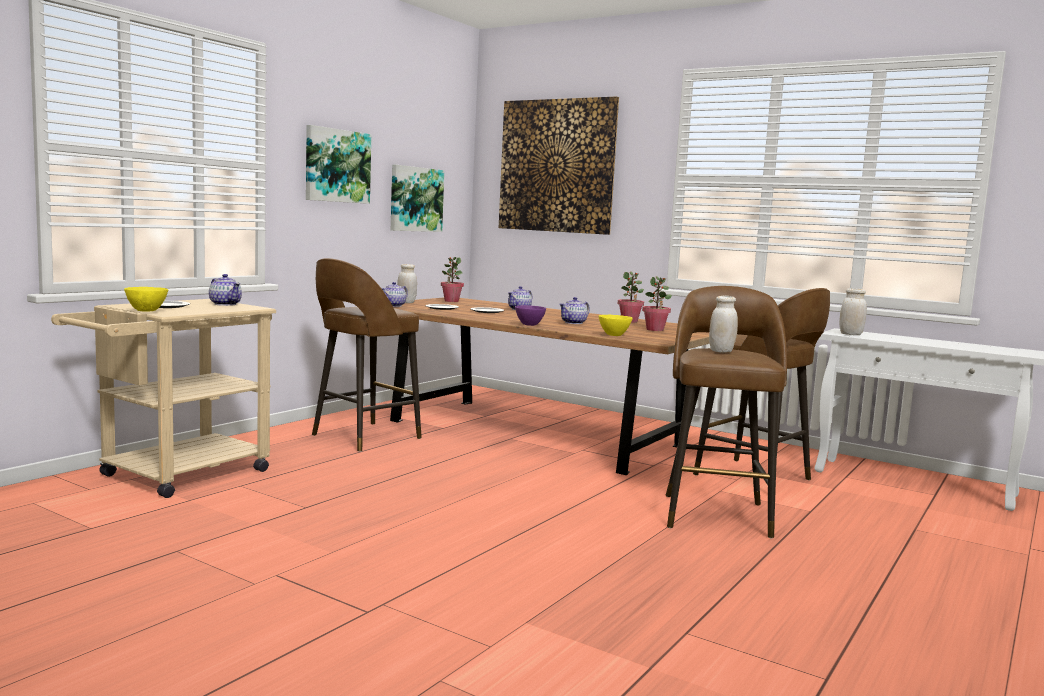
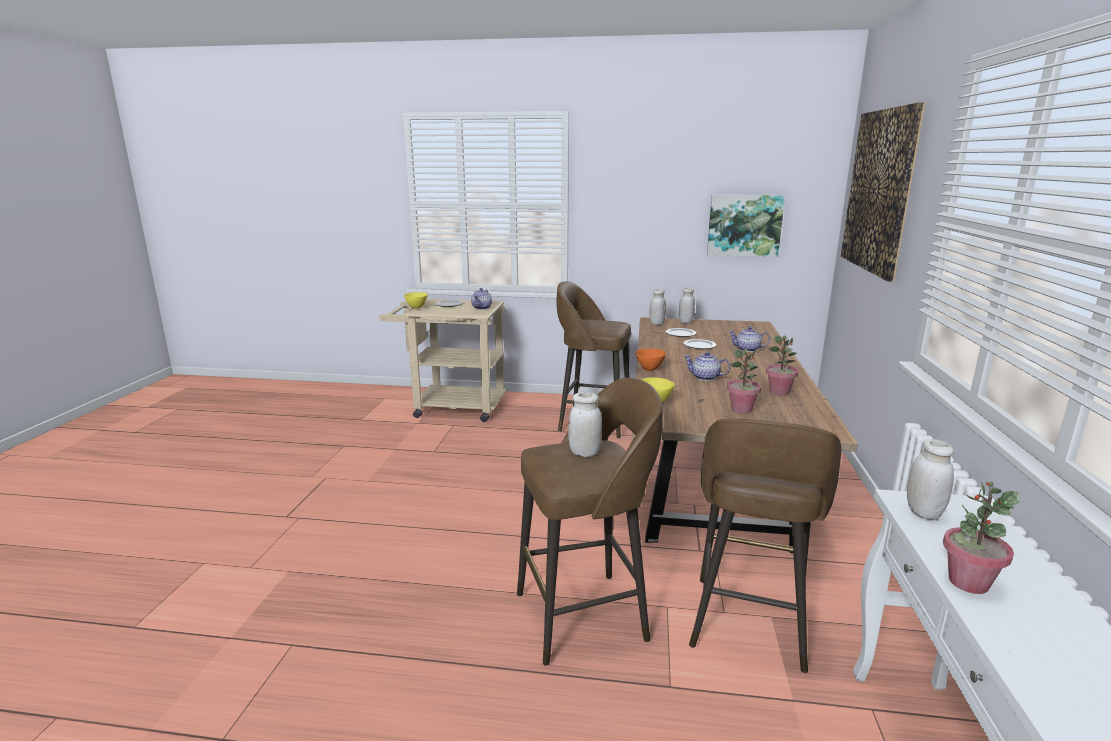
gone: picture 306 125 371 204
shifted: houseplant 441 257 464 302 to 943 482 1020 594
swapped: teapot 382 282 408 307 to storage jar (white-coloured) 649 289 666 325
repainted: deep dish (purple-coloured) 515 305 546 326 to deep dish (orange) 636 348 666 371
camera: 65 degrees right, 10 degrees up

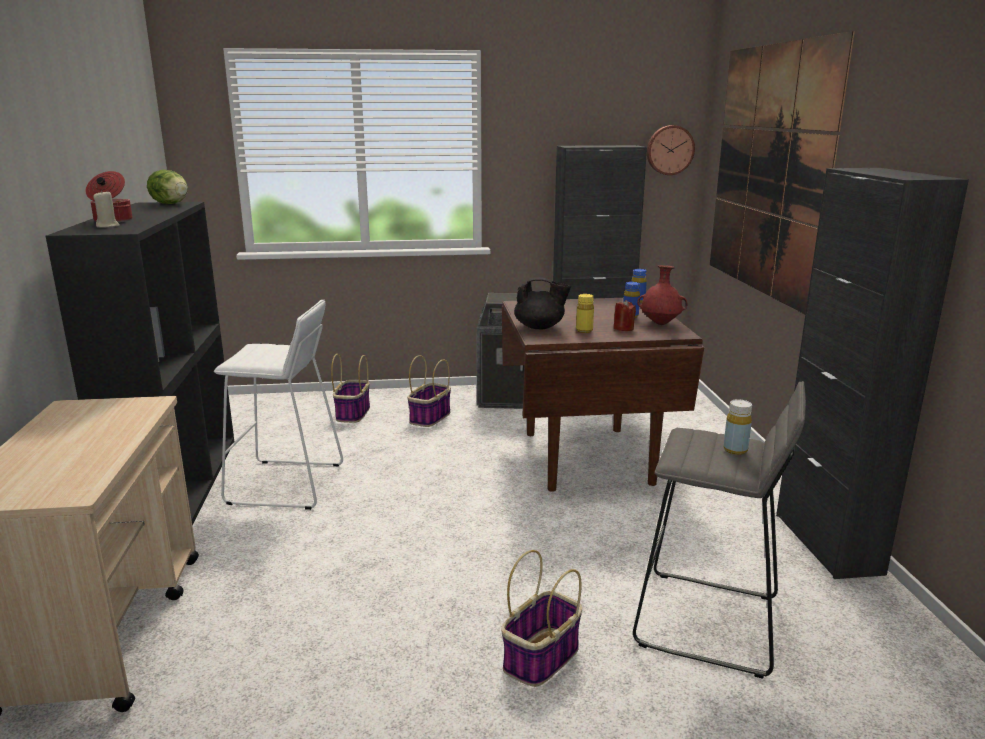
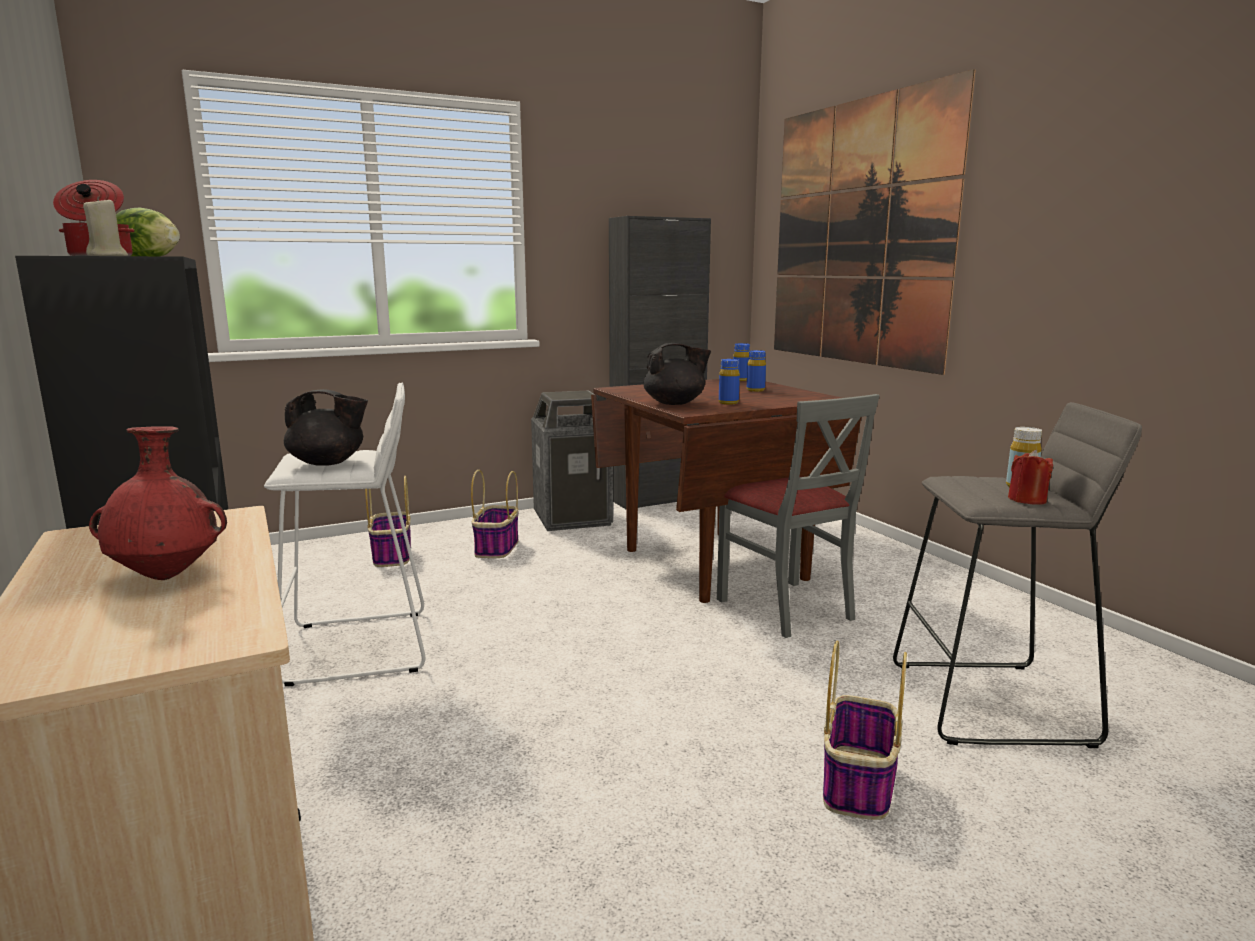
gone: hanging clock 647 125 695 175; cabinet (black-coloured) 776 168 969 579
new: teapot (black-coloured) 284 389 368 466; plain chair (grey) 717 394 879 638
shifted: vase (red) 637 265 687 325 to 89 426 227 580; candle (red) 614 300 636 331 to 1008 450 1053 505
repainted: bottle (yellow) 576 294 594 333 to bottle (blue) 719 359 740 404
camera: 20 degrees left, 5 degrees down

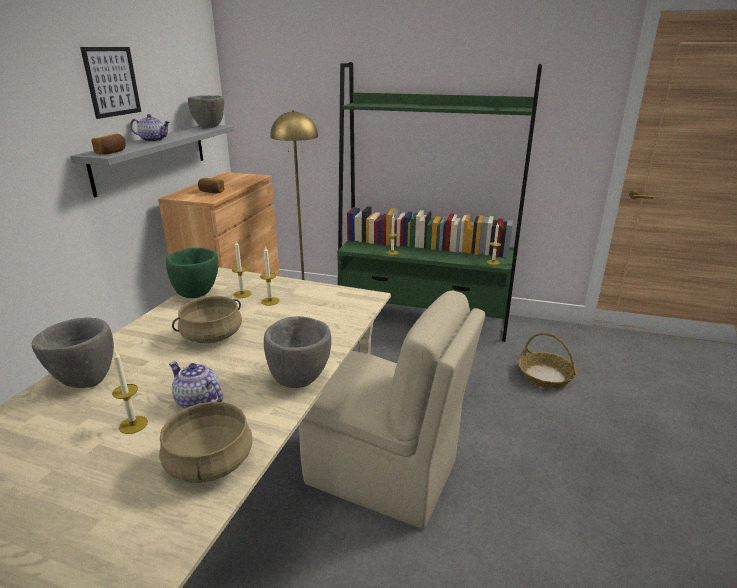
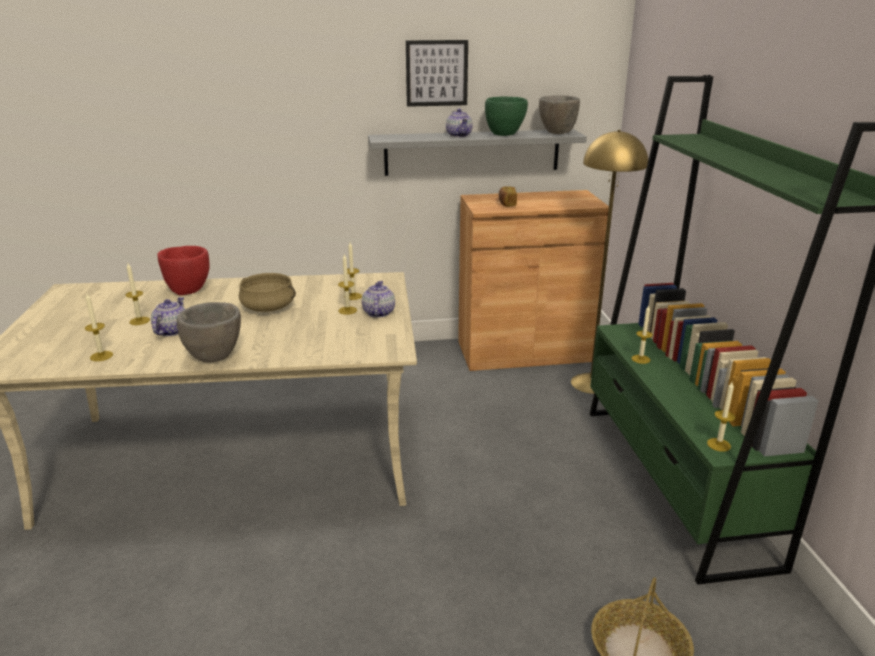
gone: bakery bread 91 134 126 155; plain chair (sand-coloured) 299 290 485 529
new: teapot 362 281 395 318
shifted: deep dish (green-coloured) 166 248 218 298 to 485 97 528 136
swapped: stockpot (sand-coloured) 159 399 252 483 to candle 85 292 113 361
repainted: deep dish (grey) 32 318 114 388 to deep dish (red) 157 246 210 295
camera: 65 degrees right, 0 degrees up

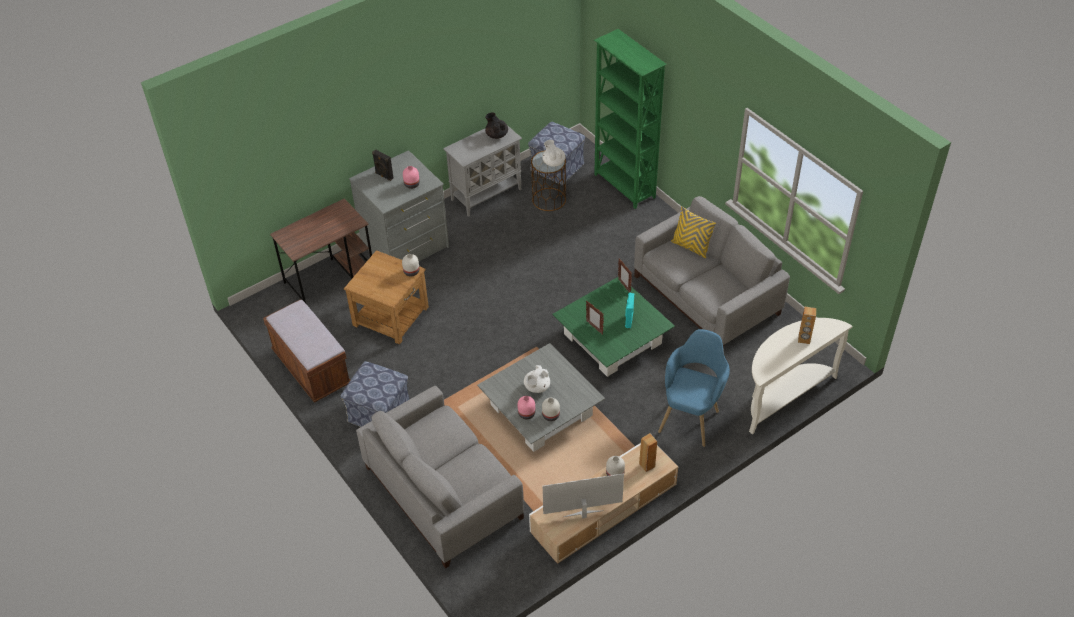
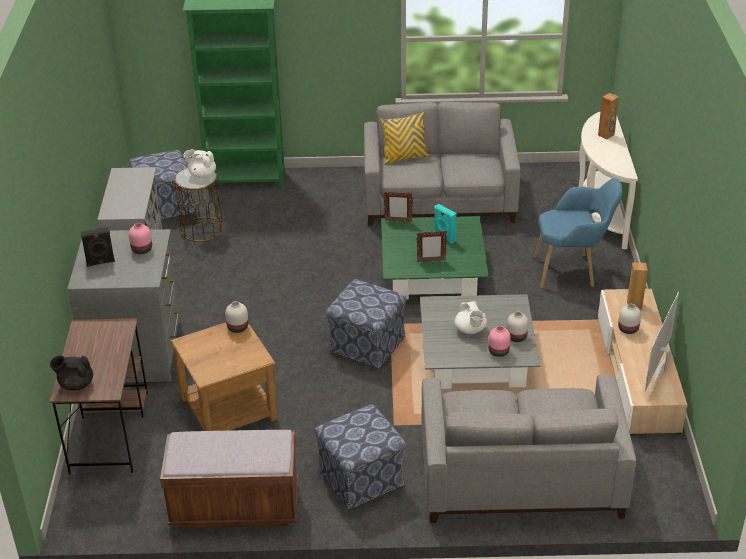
new: ottoman 326 279 406 369
shifted: teapot (black-coloured) 485 112 508 139 to 50 356 93 391
rotated: armchair (blue) 658 329 730 447 = 533 178 623 289 120 degrees clockwise
camera: 55 degrees left, 10 degrees down

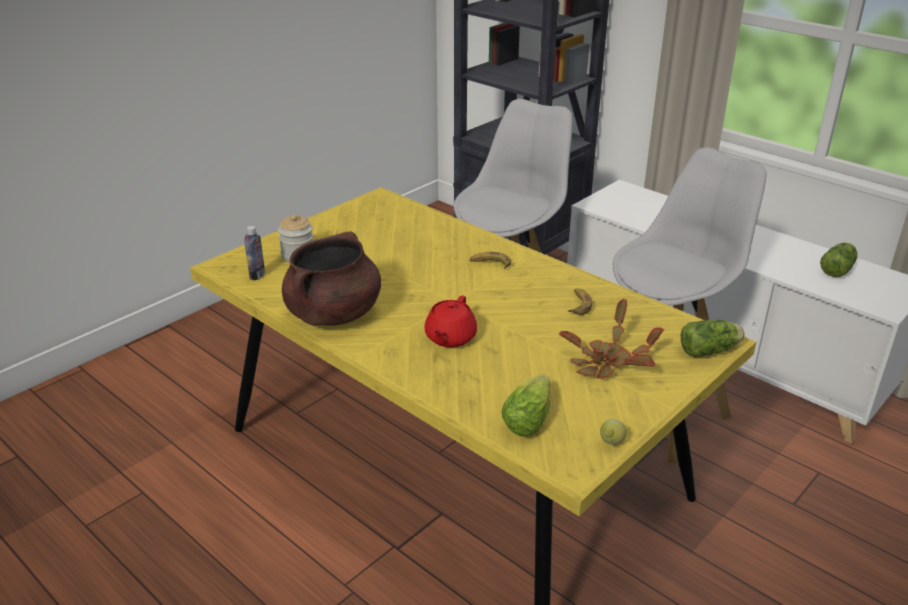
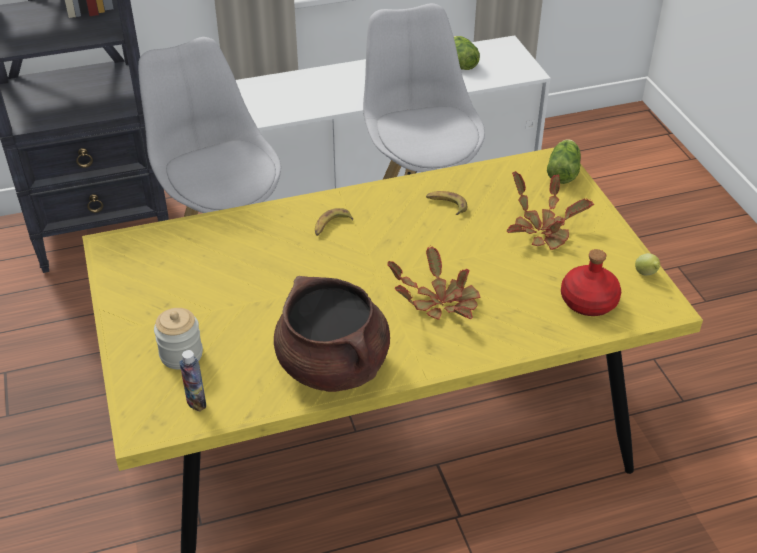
swapped: teapot (red) 425 295 477 348 to houseplant 387 246 480 320; head of lettuce 502 374 551 437 to bottle (red) 561 249 621 316
camera: 60 degrees left, 10 degrees up

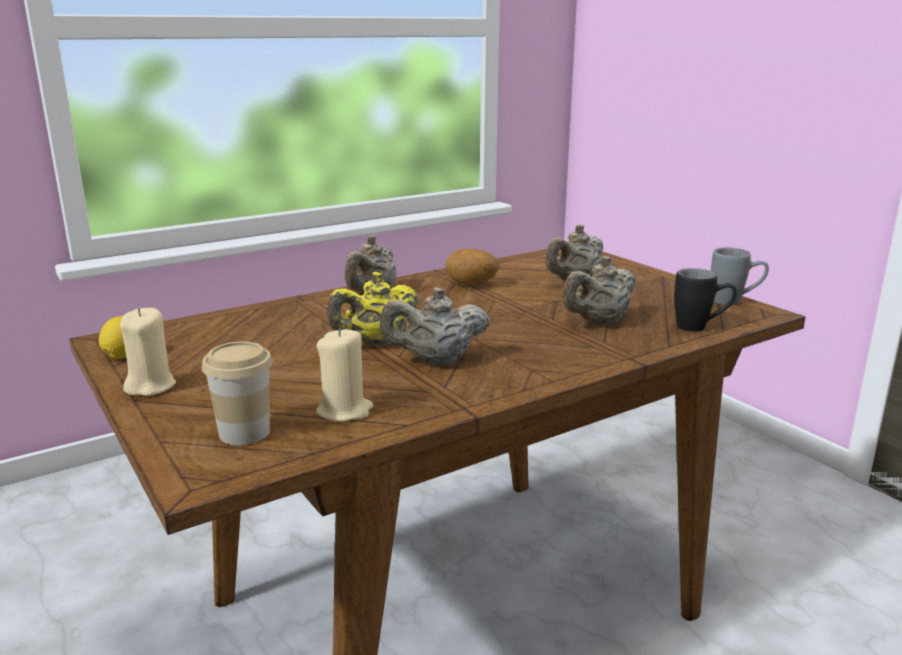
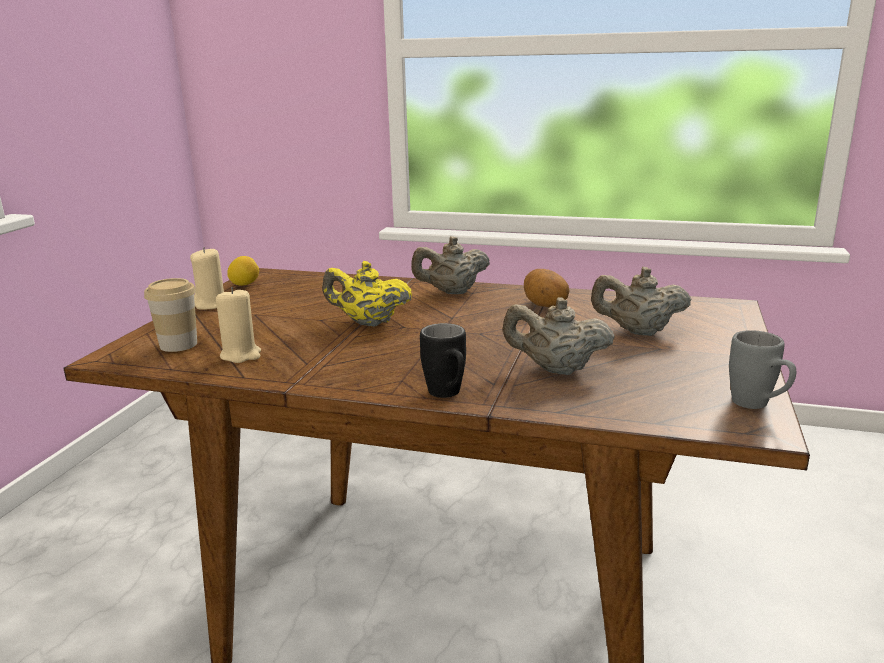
gone: teapot (sand-coloured) 380 287 490 365
shifted: mug (black-coloured) 674 268 737 332 to 420 323 466 398
camera: 50 degrees right, 0 degrees up

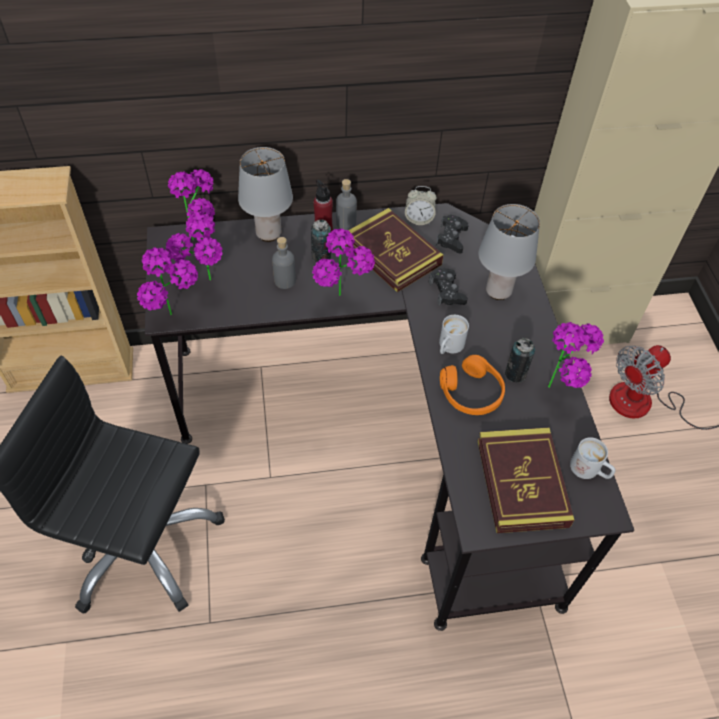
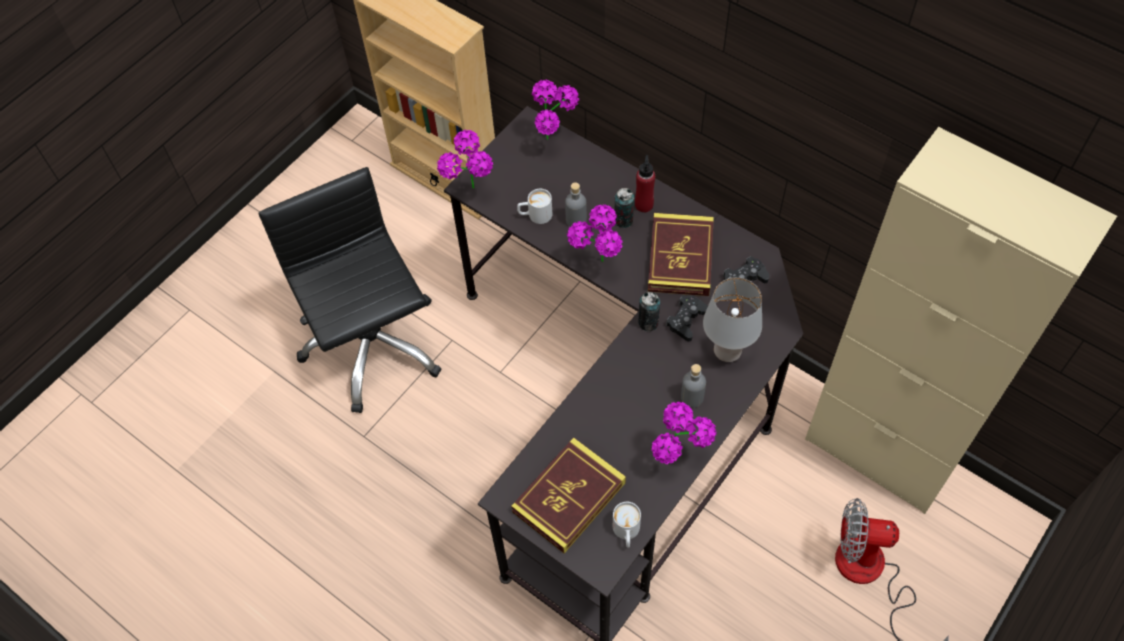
gone: houseplant 166 212 222 280; table lamp (grey) 238 147 293 242; alarm clock 405 186 437 225; headphones (orange) 440 355 505 415
shifted: mug (white-coloured) 439 315 469 354 to 517 189 552 224; sealed can 505 338 535 383 to 638 292 660 331; bottle (grey) 336 179 357 230 to 681 364 706 408
camera: 50 degrees right, 5 degrees up

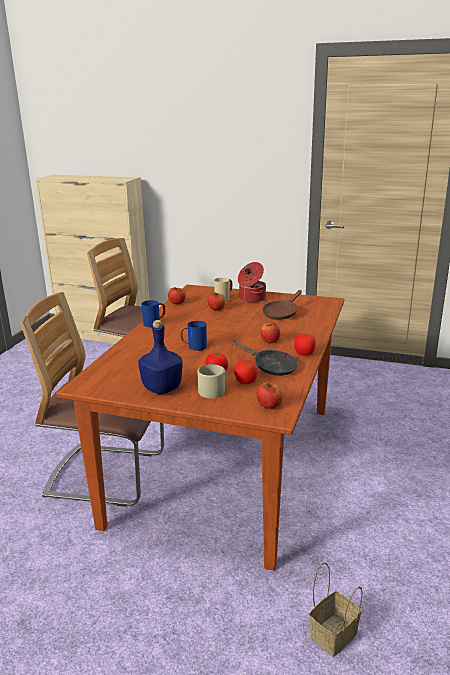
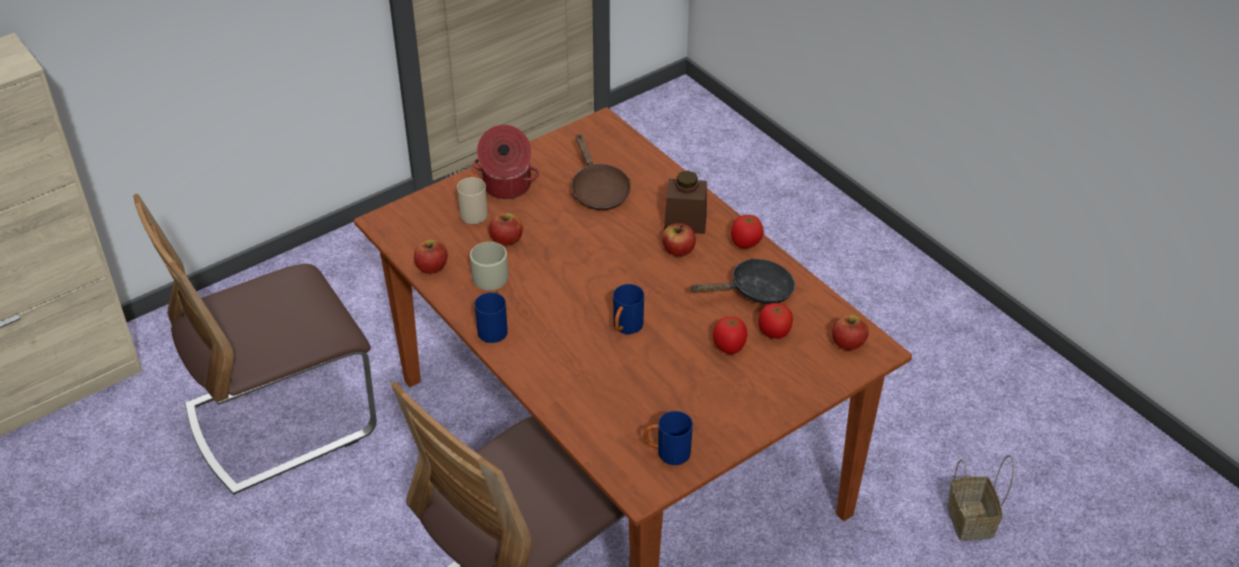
gone: bottle (blue) 138 320 183 394
new: mug (blue) 644 411 693 465; storage jar (brown) 664 171 707 234
shifted: mug (sand-coloured) 197 364 227 398 to 470 242 508 290
camera: 55 degrees left, 20 degrees up

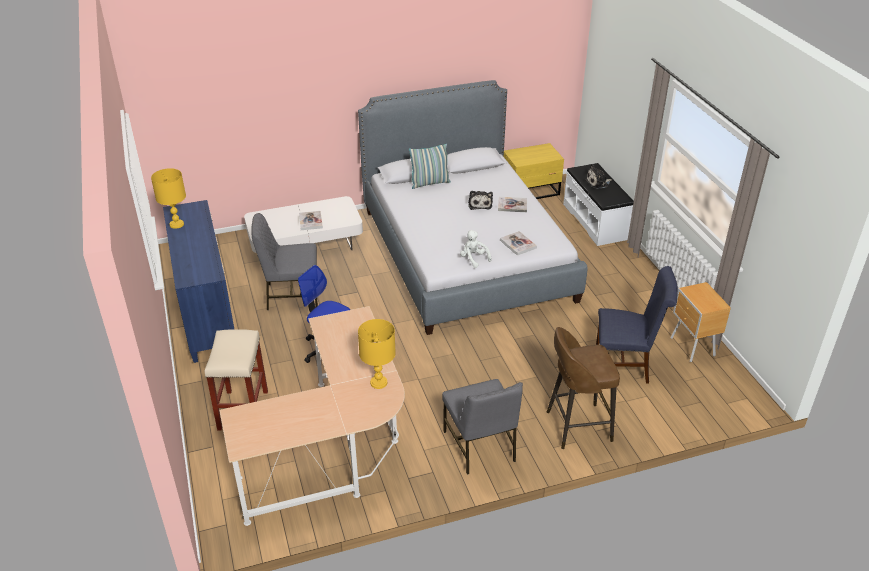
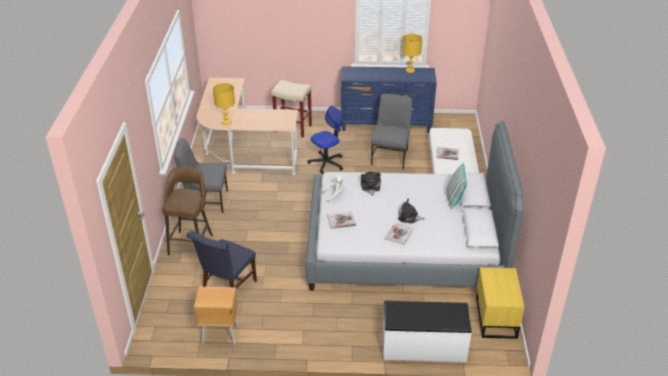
shifted: plush toy 585 164 612 189 to 361 172 381 196
camera: 110 degrees right, 0 degrees up

